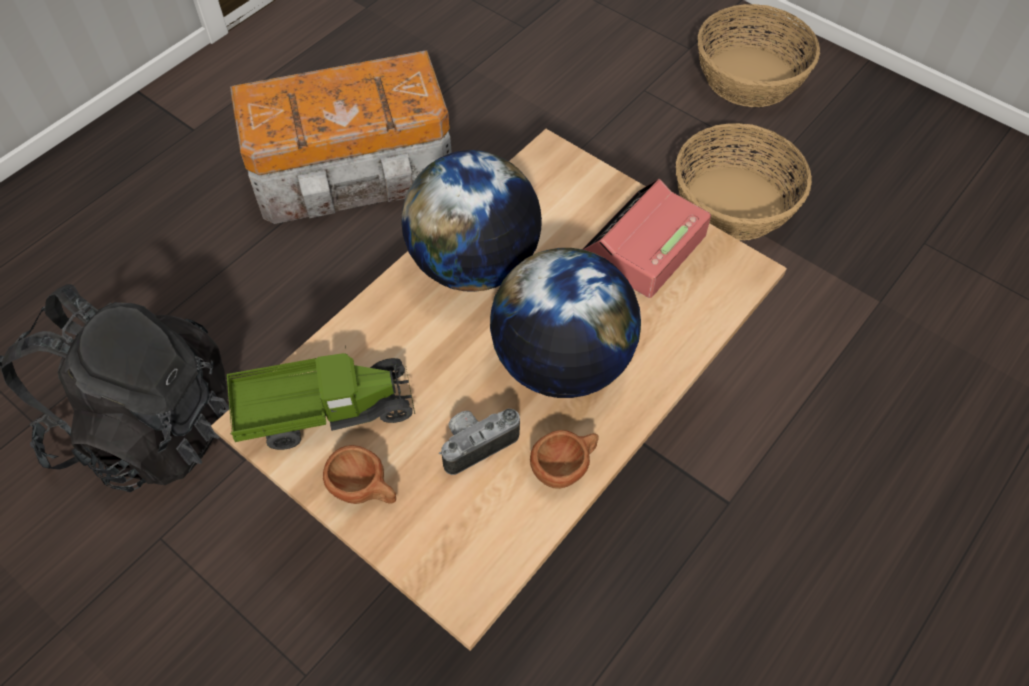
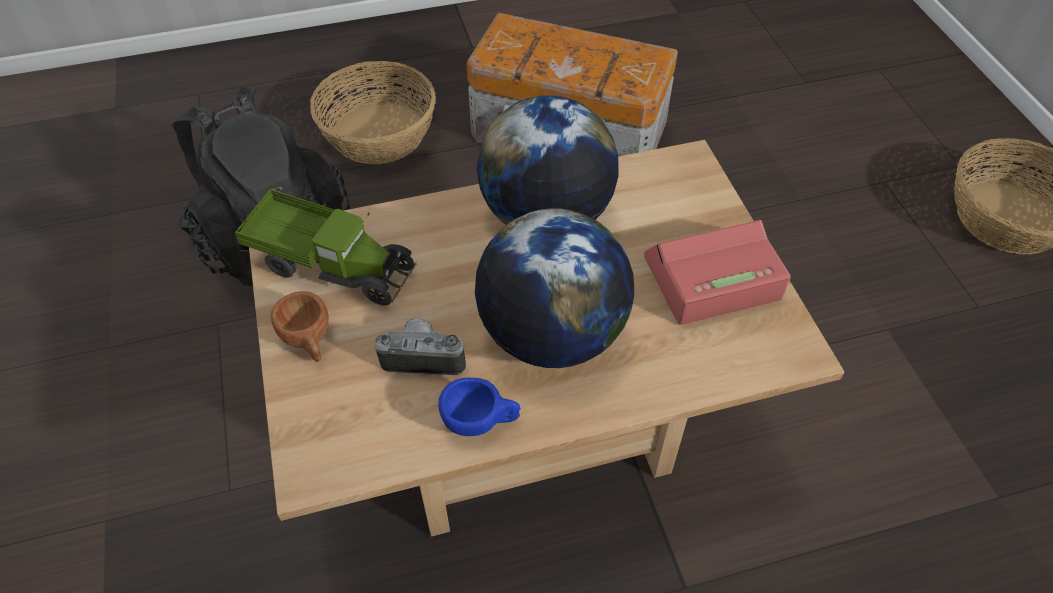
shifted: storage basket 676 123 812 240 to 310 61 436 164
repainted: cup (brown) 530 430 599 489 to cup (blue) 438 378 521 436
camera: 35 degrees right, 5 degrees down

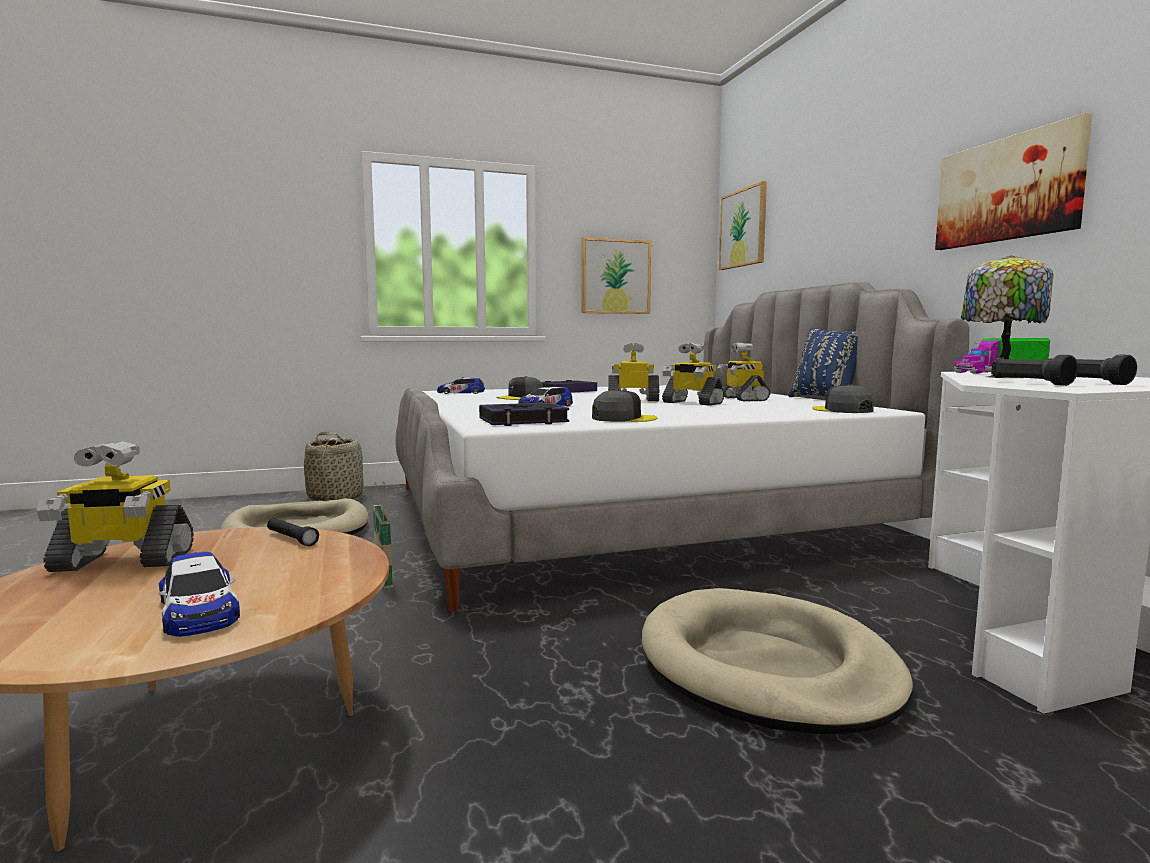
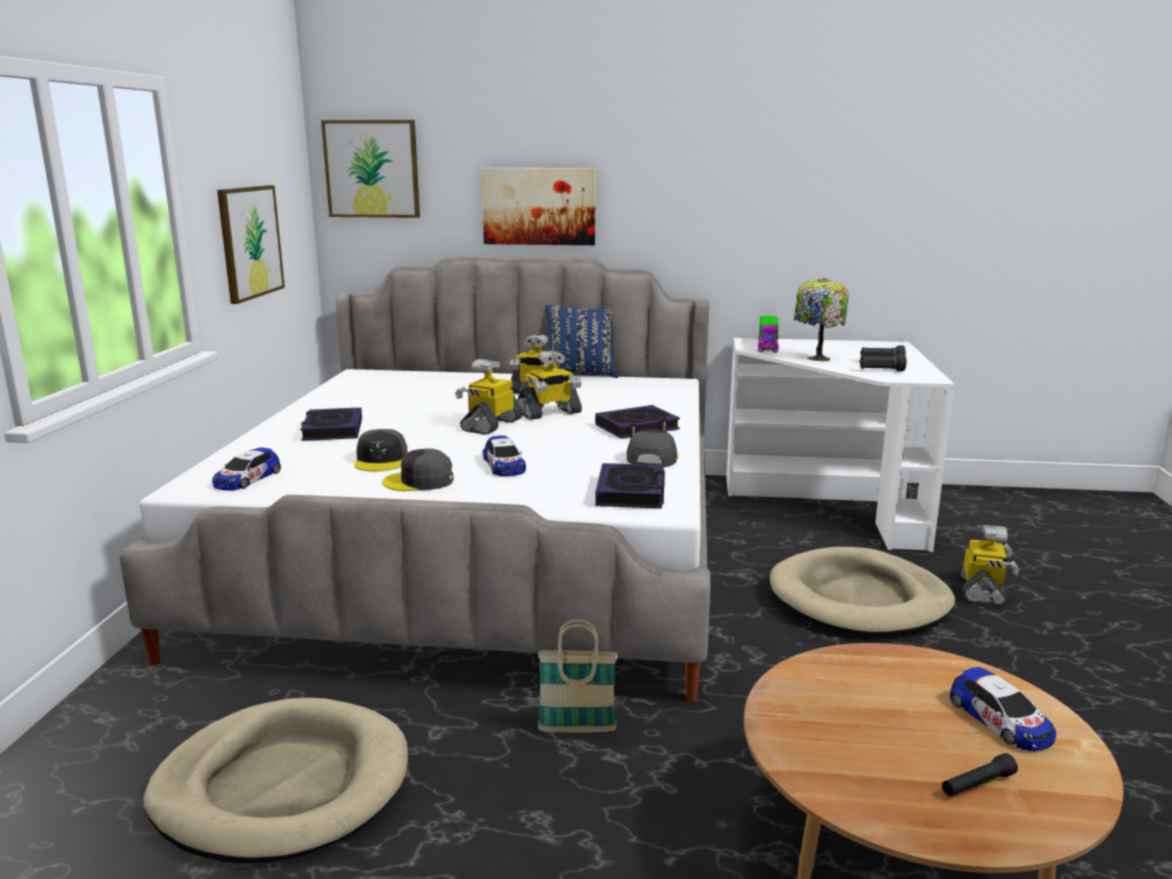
gone: storage basket 304 432 364 501
new: volume 595 405 680 439
shifted: baseball cap (grey) 813 384 874 413 to 382 448 453 491; picture 935 113 1093 250 to 481 168 596 245; flashlight (black-coloured) 267 518 319 546 to 942 753 1018 797; model robot 36 441 194 572 to 958 525 1019 606
rotated: model car 158 552 240 637 = 950 667 1056 751 75 degrees clockwise
camera: 65 degrees left, 10 degrees up

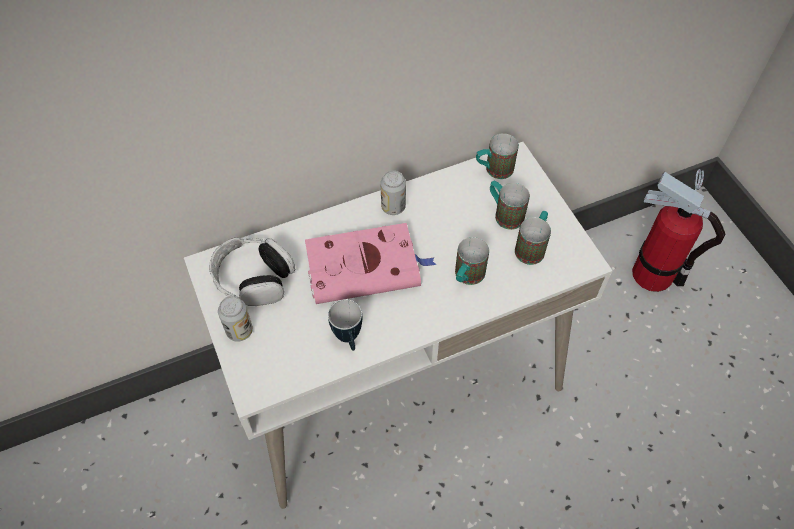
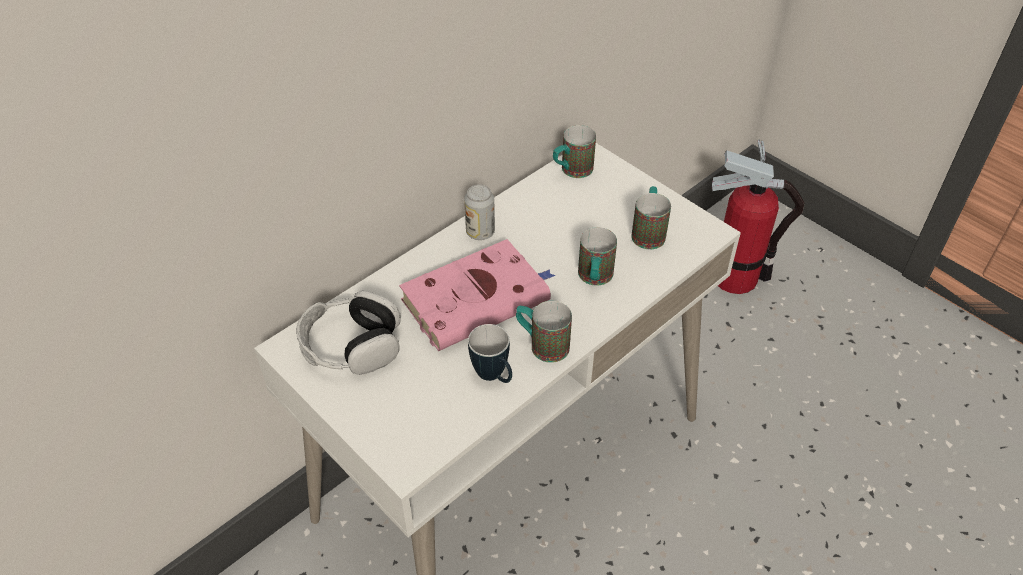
gone: sealed can 218 296 253 342
shifted: mug 490 181 530 230 to 516 301 572 363
camera: 20 degrees left, 10 degrees down

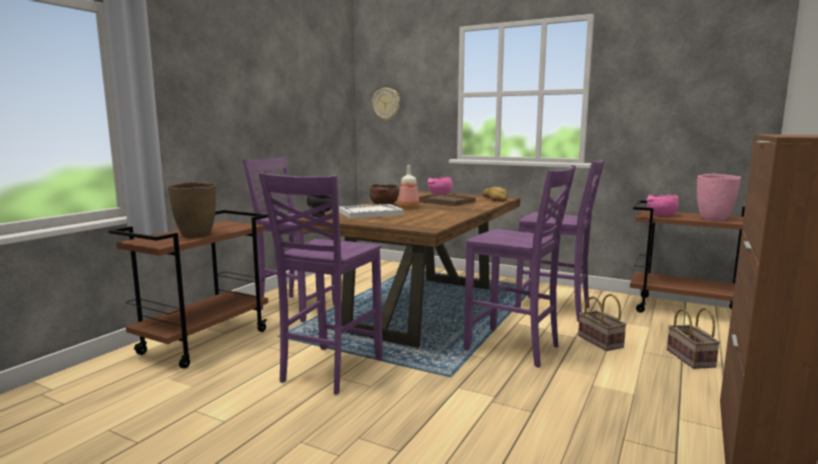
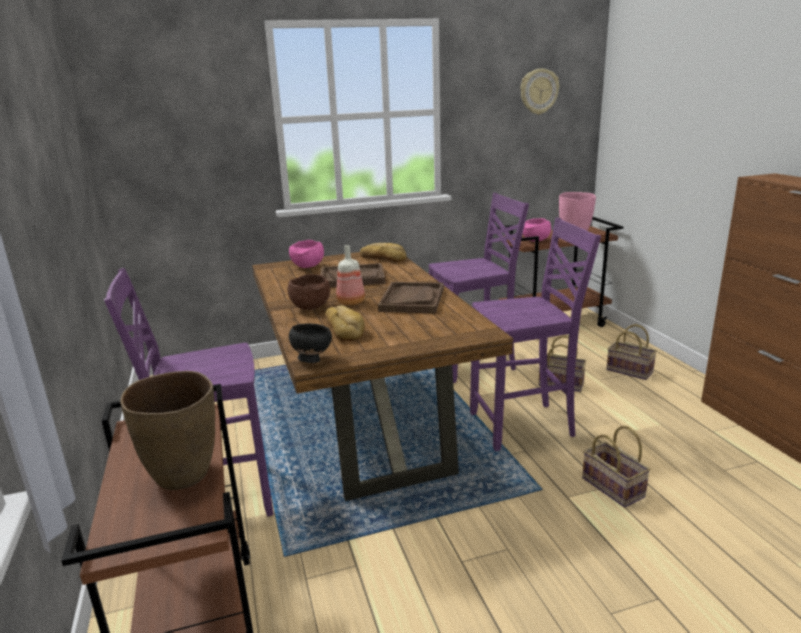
gone: plain chair (purple-coloured) 259 172 383 395
new: carrying tray (brown) 378 282 444 313; storage basket 582 426 650 507
shifted: hanging clock 372 88 400 121 to 520 69 559 115
swapped: carrying tray (white-coloured) 339 204 404 219 to bakery bread 325 305 365 341
camera: 45 degrees left, 10 degrees up

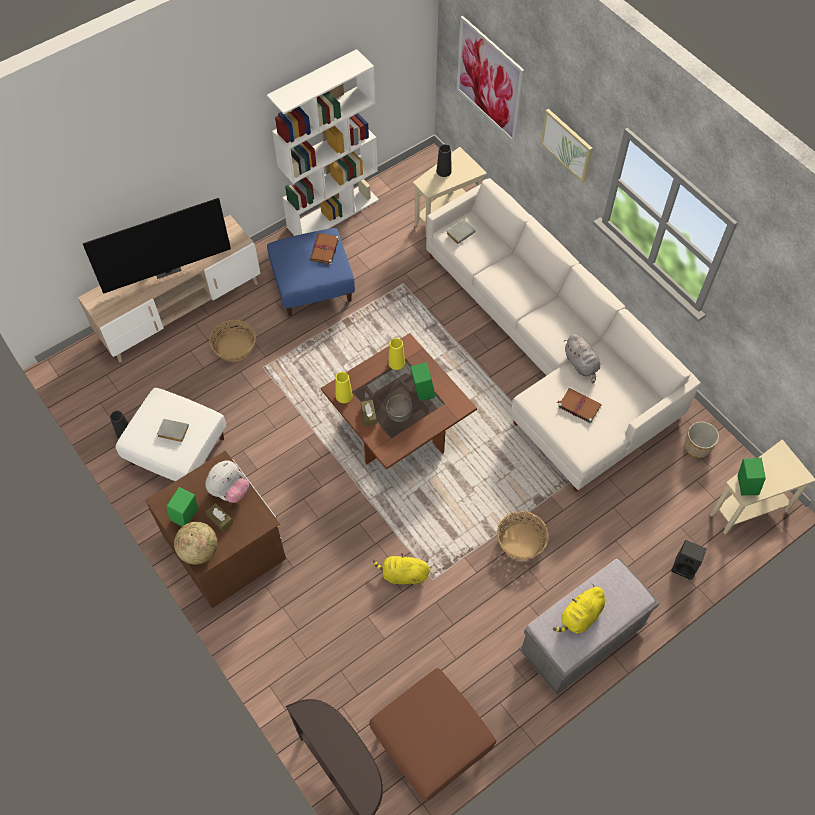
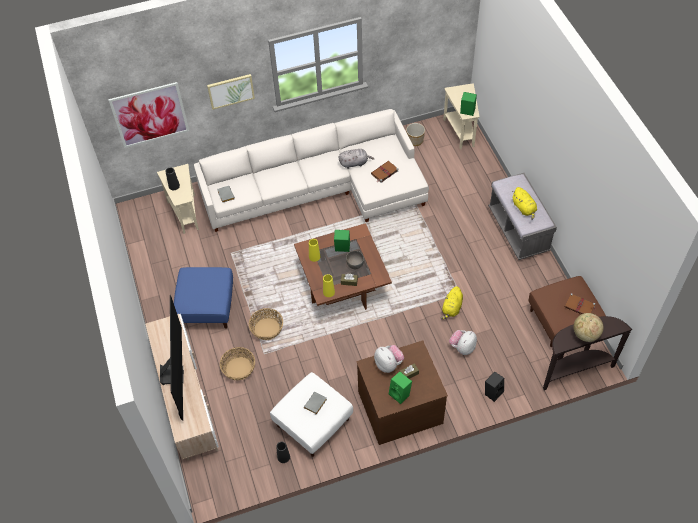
gone: shelving unit (white-coloured) 267 49 379 236
new: plush toy 449 330 477 355
shifted: storage basket 497 511 549 560 to 249 308 283 340; speaker (black-coloured) 671 540 706 580 to 485 371 504 402; volume (brown) 310 233 339 266 to 564 293 596 314; globe 174 522 218 564 to 573 313 603 342
camera: 70 degrees left, 5 degrees down

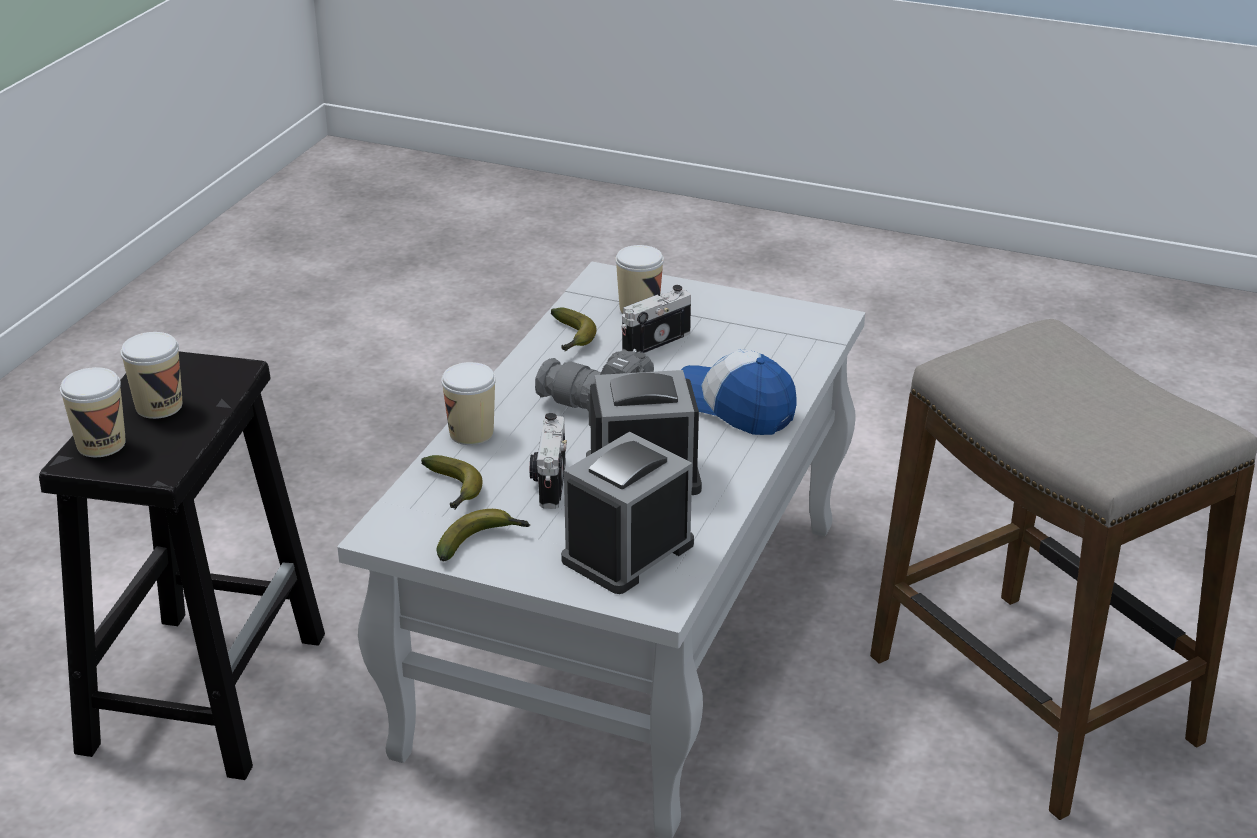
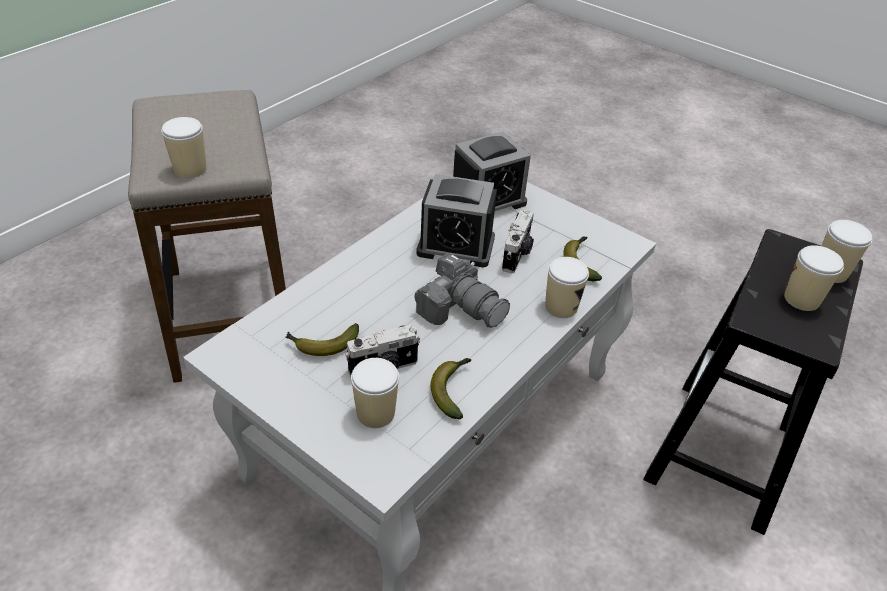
gone: baseball cap 681 349 797 435
new: cup 161 117 206 178
shifted: banana 437 509 530 561 to 286 323 359 356
camera: 165 degrees left, 10 degrees up

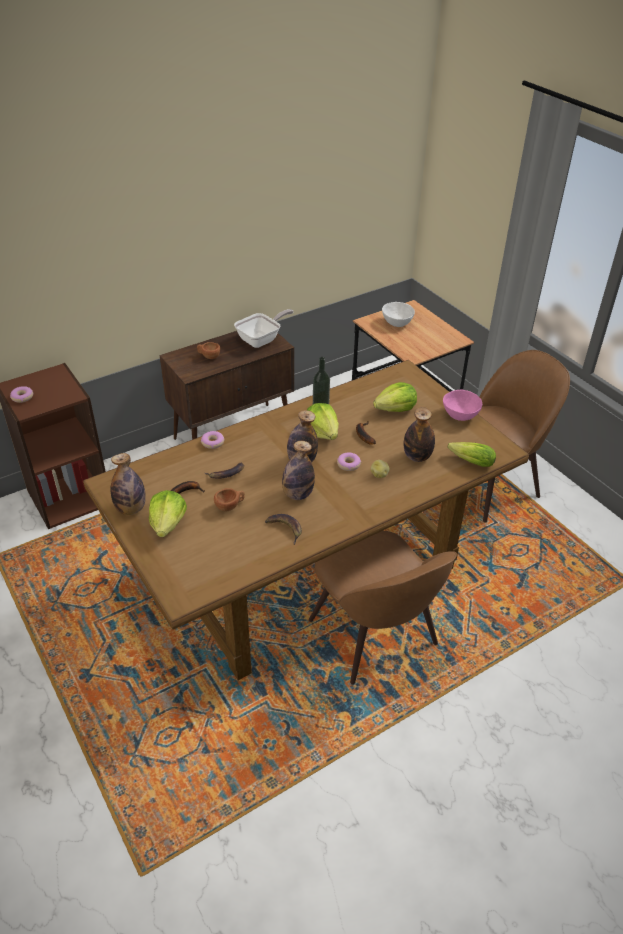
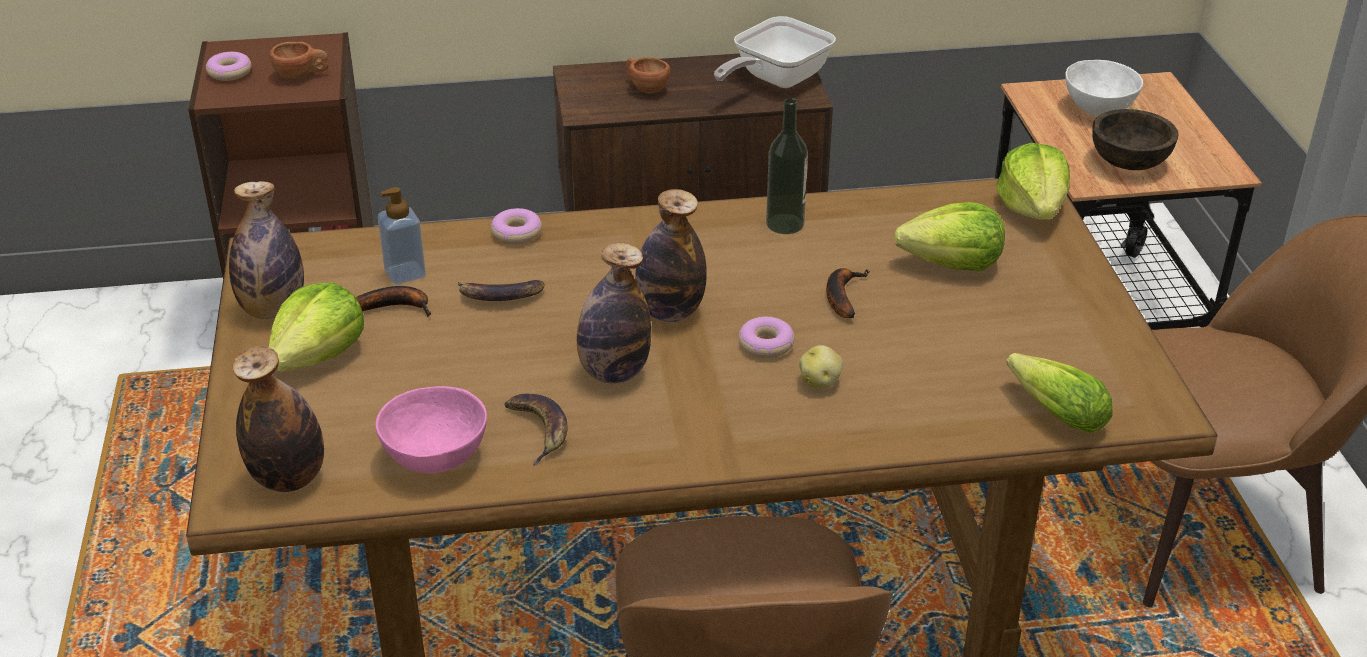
new: liquid soap bottle 378 187 426 285; deep dish (brown) 1092 109 1179 170
shifted: bottle 404 407 435 462 to 232 346 324 492; cup (brown) 214 488 245 511 to 269 42 328 79; deep dish (pinkish) 443 390 482 421 to 376 386 487 473; head of lettuce 307 403 339 440 to 996 143 1070 220
rotated: pan 234 309 294 348 = 714 16 836 88 150 degrees clockwise
camera: 25 degrees right, 5 degrees down

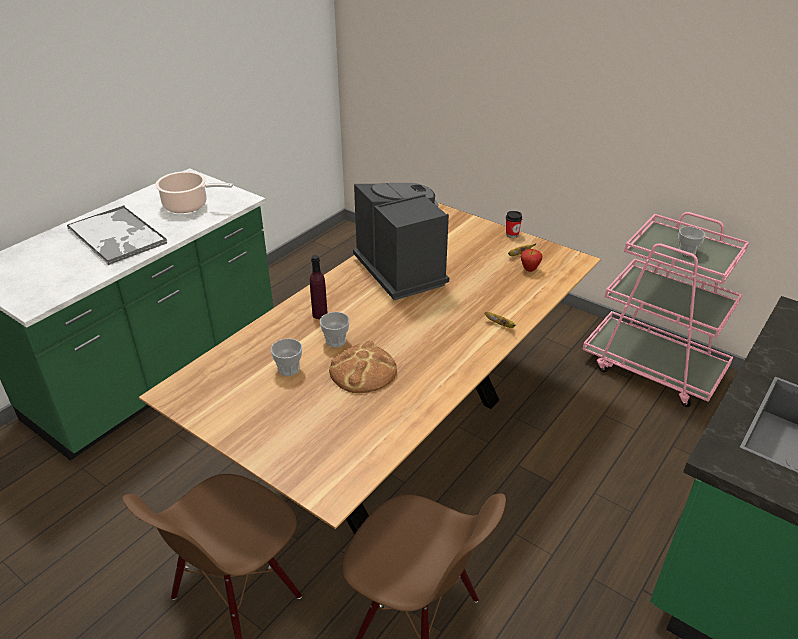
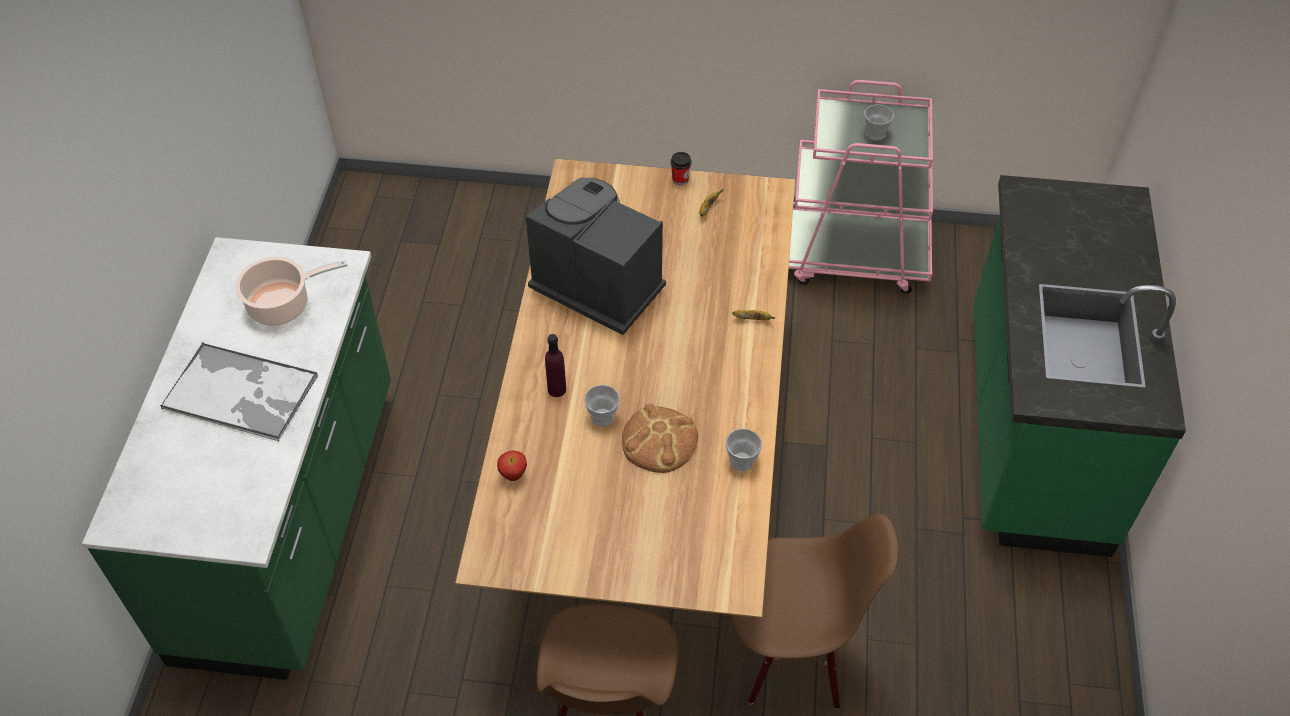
shifted: apple fruit 520 249 542 272 to 497 450 527 481; cup 271 338 302 376 to 726 428 762 471
camera: 30 degrees left, 15 degrees up

